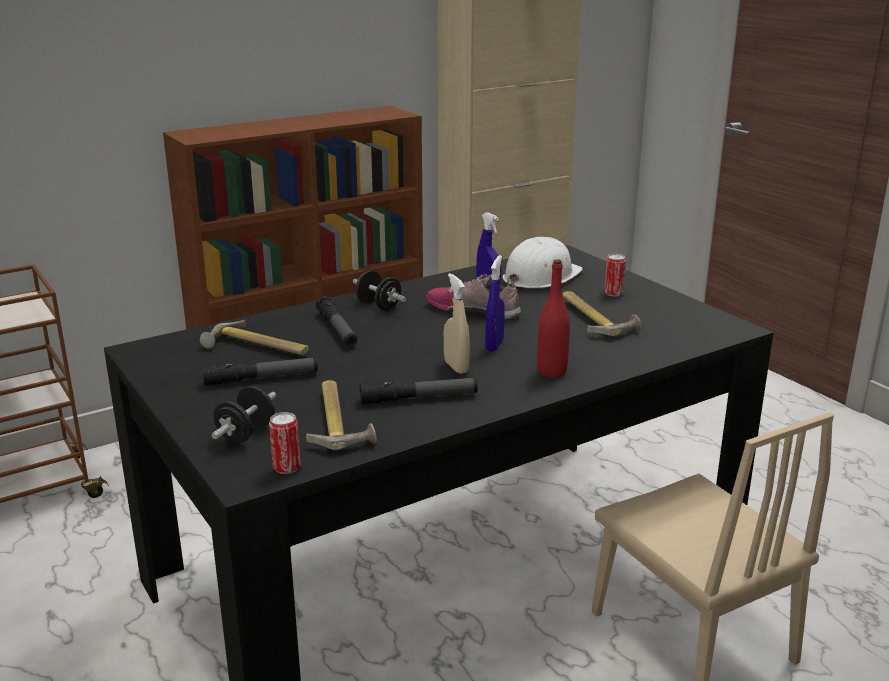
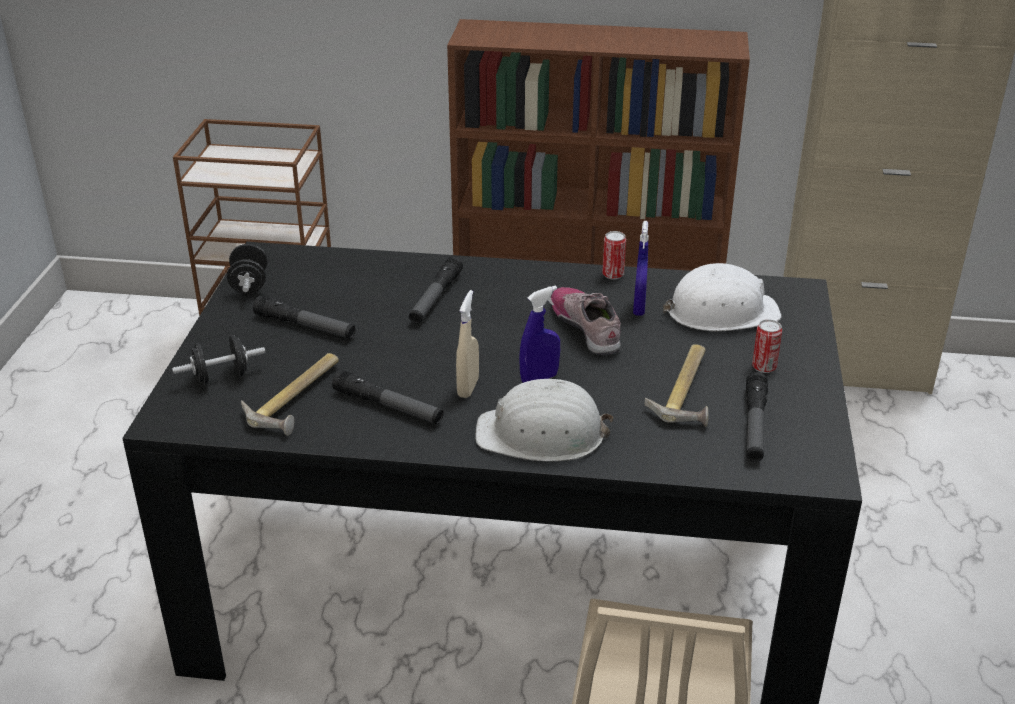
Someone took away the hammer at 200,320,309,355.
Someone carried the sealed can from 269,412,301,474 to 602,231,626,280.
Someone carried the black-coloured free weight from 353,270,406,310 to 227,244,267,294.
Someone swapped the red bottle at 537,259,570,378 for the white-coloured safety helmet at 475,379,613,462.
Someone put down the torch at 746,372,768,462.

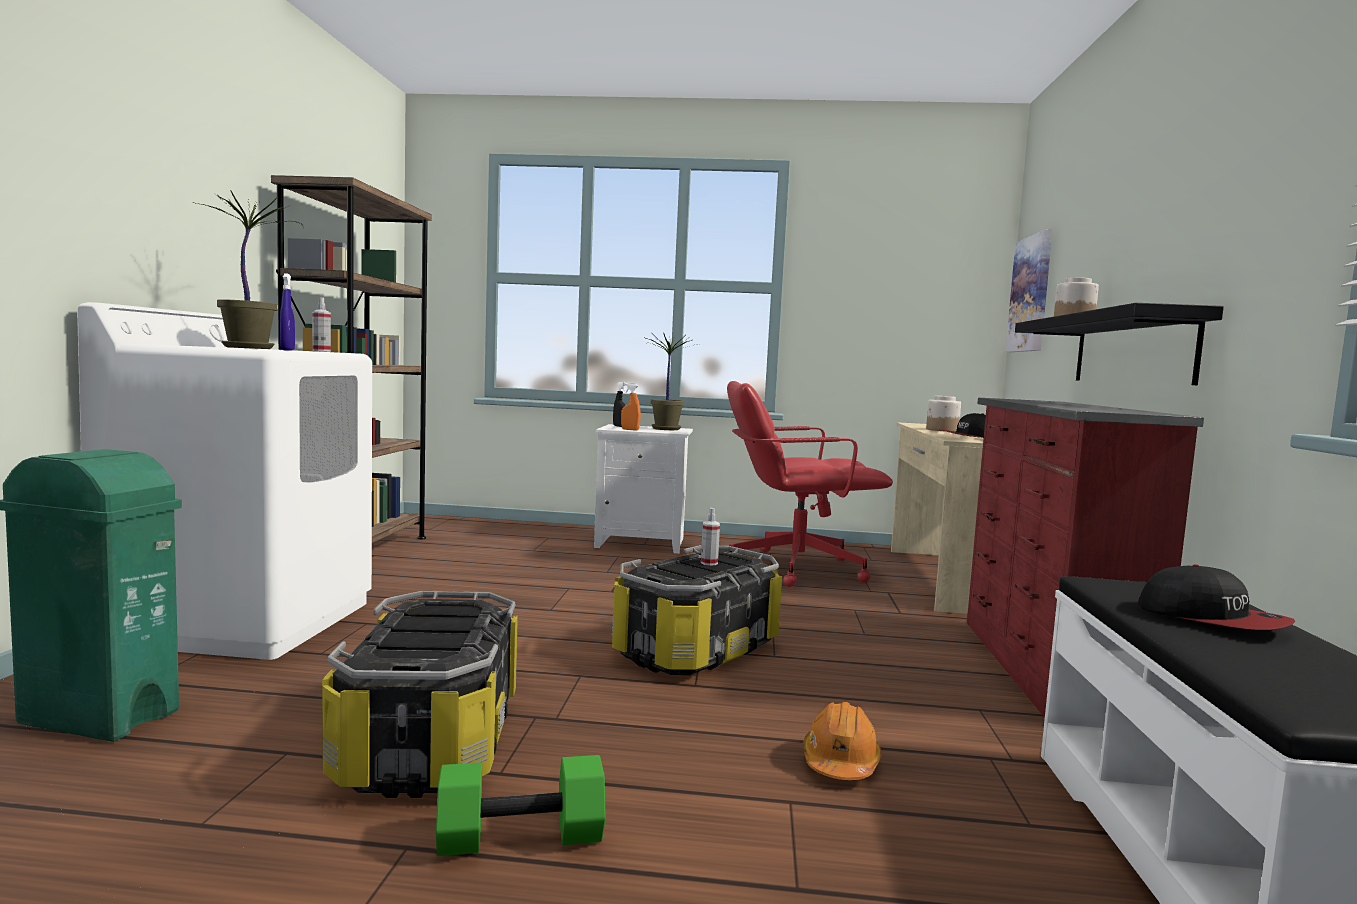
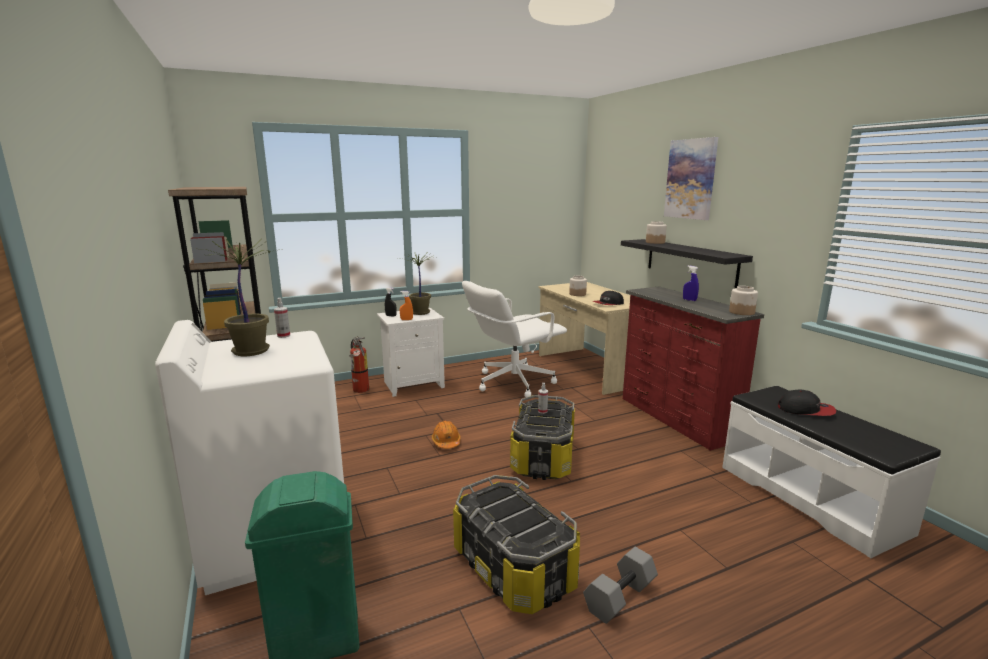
Someone carried the blue-coloured sprayer from 280,273,295,351 to 683,266,699,301.
Someone repainted the green-coloured free weight at 436,755,606,856, which became the gray free weight at 583,547,658,624.
Someone repainted the red desk chair at 727,381,893,587, which became the white-coloured desk chair at 462,281,567,397.
Someone carried the orange-coloured safety helmet from 803,702,881,780 to 432,421,461,449.
Someone carried the picture from 1005,229,1053,352 to 664,137,718,220.
Someone put down the fire-fighting cylinder at 349,337,369,393.
Someone put down the preserve jar at 729,286,758,315.

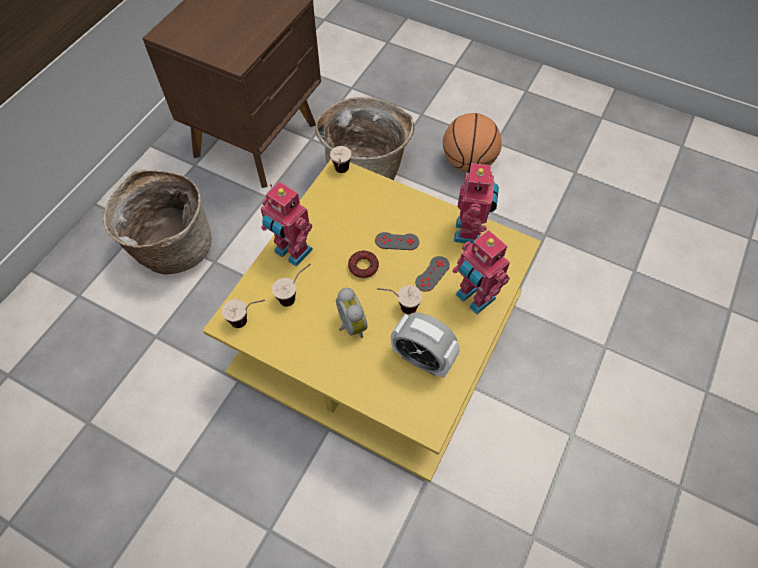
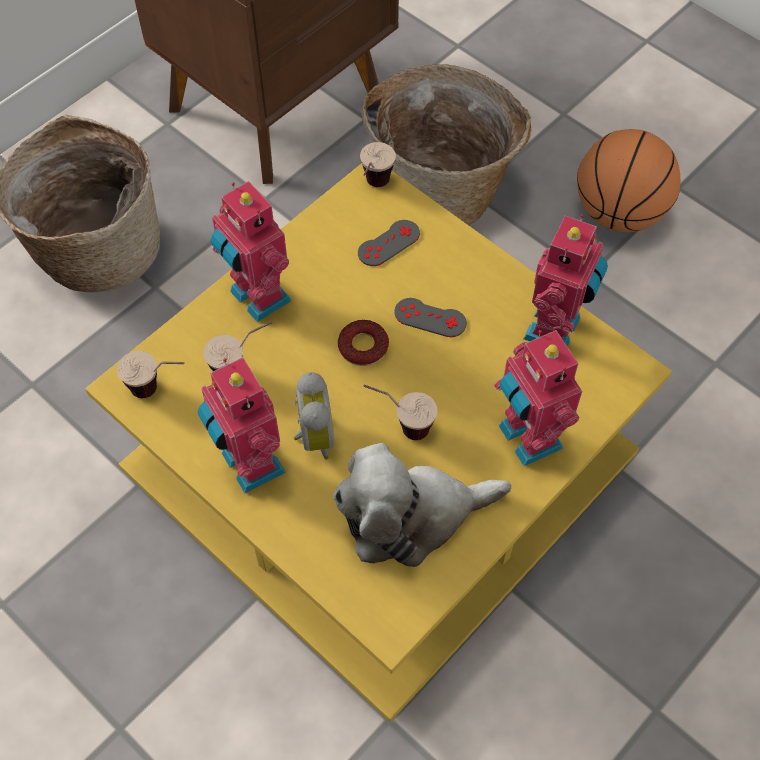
Someone swapped the table clock at 391,312,460,378 for the soft toy at 333,443,511,567.
Someone carried the gray gamepad from 415,256,450,292 to 358,220,420,266.
Someone put down the model robot at 198,357,286,493.

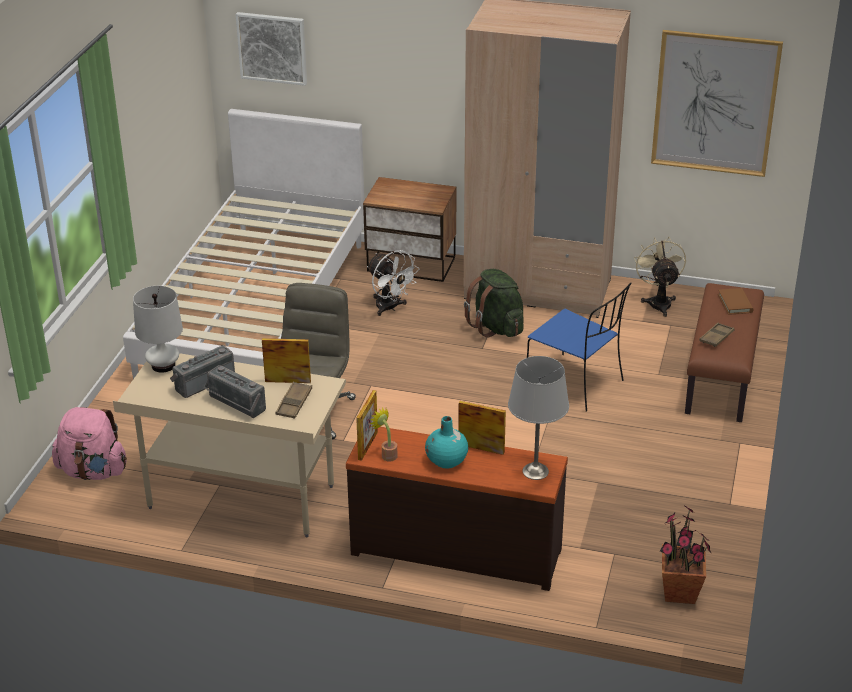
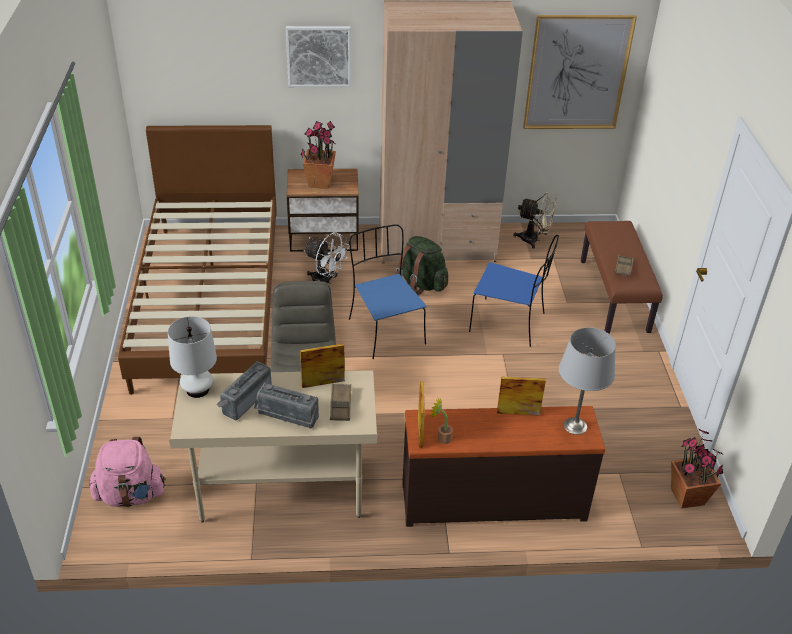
Someone repainted the white-coloured bedroom bed at 123,109,364,379, which became the brown bedroom bed at 118,125,277,395.
Someone carried the picture from 236,12,307,86 to 286,26,351,87.
Someone took away the turquoise decorative vase at 425,416,468,469.
Someone rotated the beige electric fan at 634,237,686,317 by 135 degrees clockwise.
Someone took away the brown book at 718,288,753,315.
Someone put down the potted plant at 301,121,337,189.
Someone put down the blue-coloured chair at 349,224,427,359.

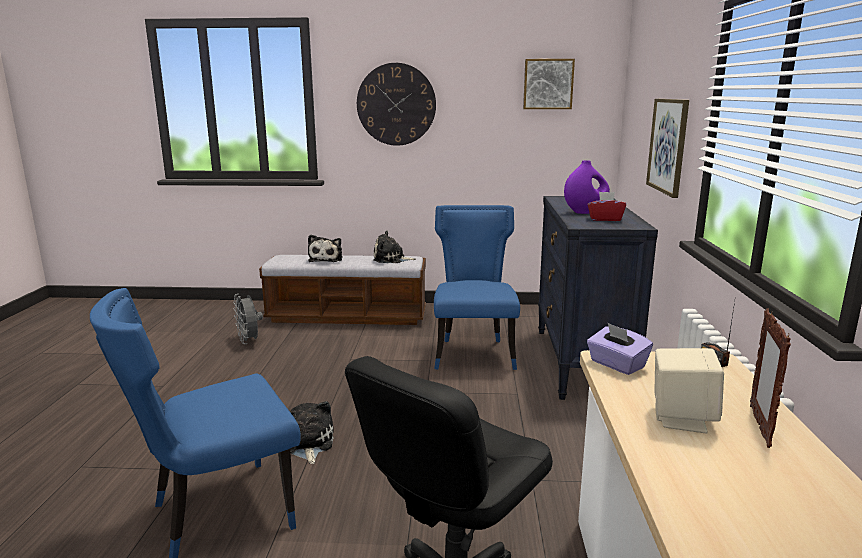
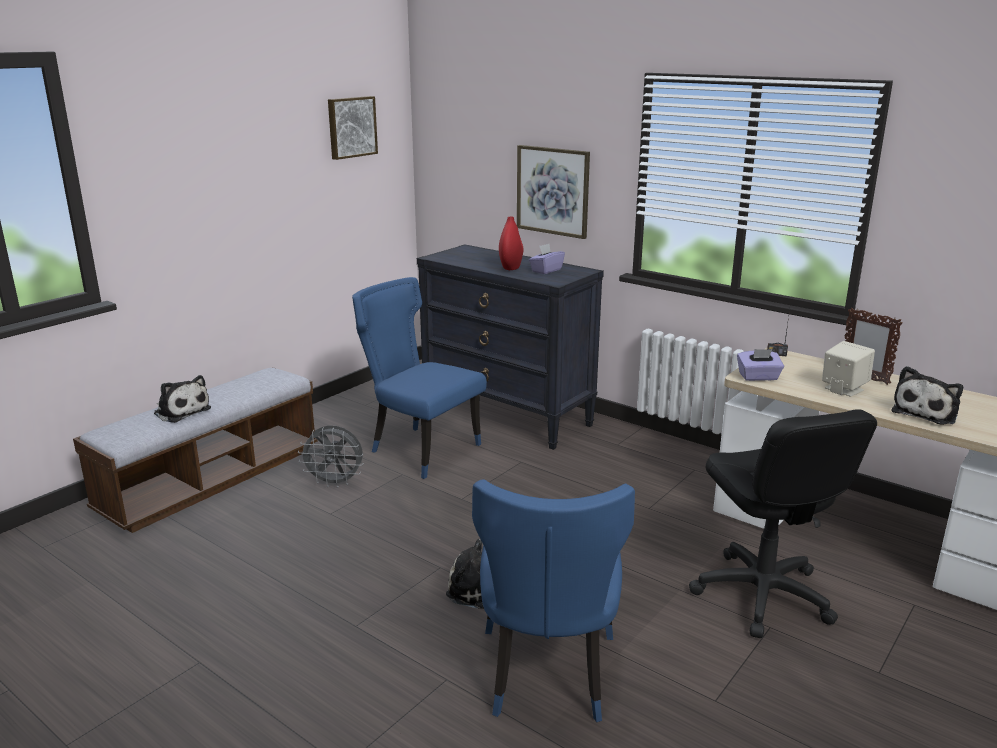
Someone carried the gray electric fan from 233,294,263,344 to 298,426,364,488.
Someone took away the wall clock at 357,63,436,146.
Someone carried the soft toy from 373,230,416,263 to 892,366,963,425.
Someone repainted the purplish decorative vase at 564,160,610,214, which became the red decorative vase at 499,217,524,270.
Someone repainted the red tissue box at 587,192,626,221, which became the purplish tissue box at 529,244,565,274.

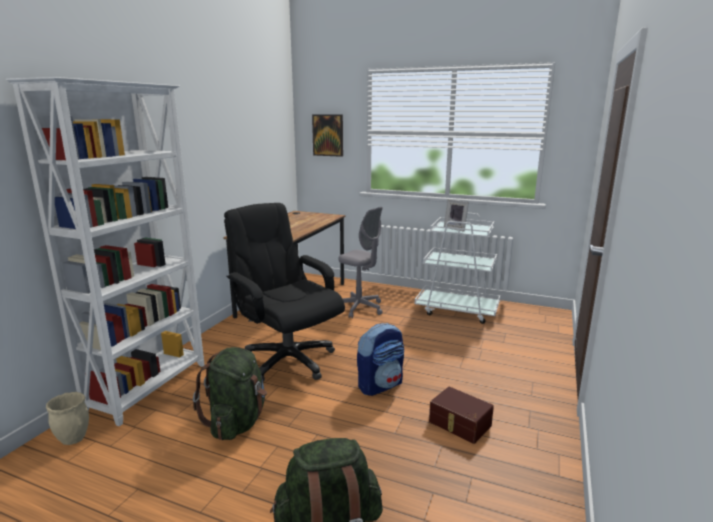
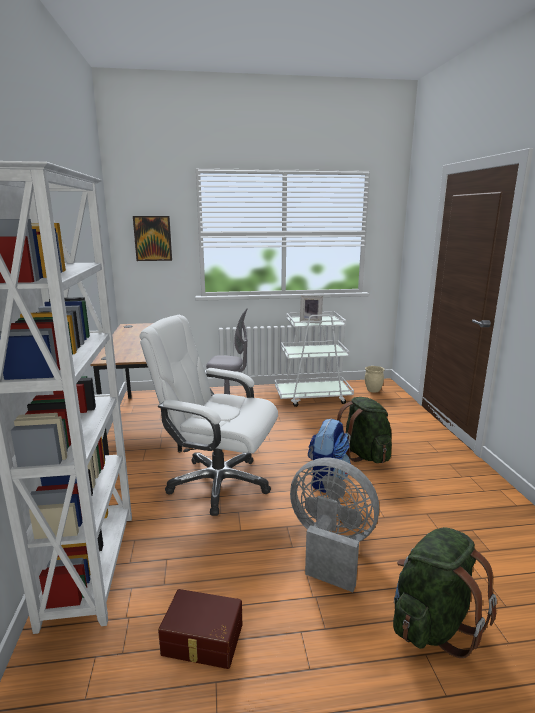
Someone carried the beige flower pot from 46,392,89,445 to 365,366,384,393.
Someone carried the green-coloured backpack from 193,347,267,440 to 337,397,392,463.
Someone repainted the black-coloured desk chair at 224,203,345,382, which became the white-coloured desk chair at 139,315,278,516.
Someone carried the brown storage bin from 429,387,494,444 to 158,589,242,669.
Someone put down the gray electric fan at 290,458,379,592.

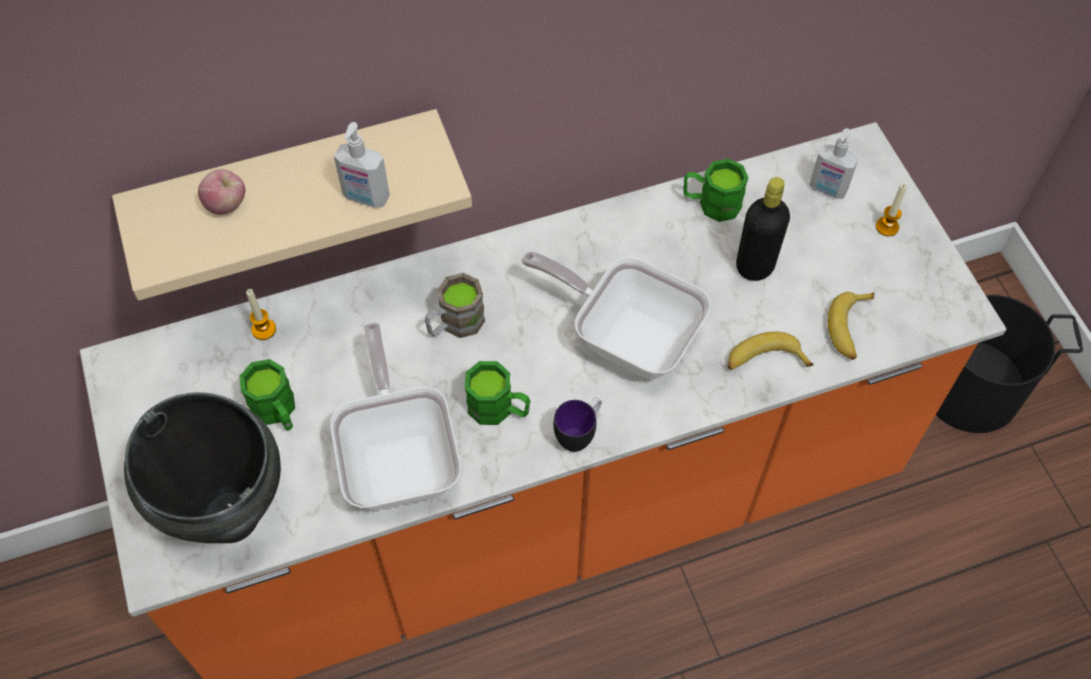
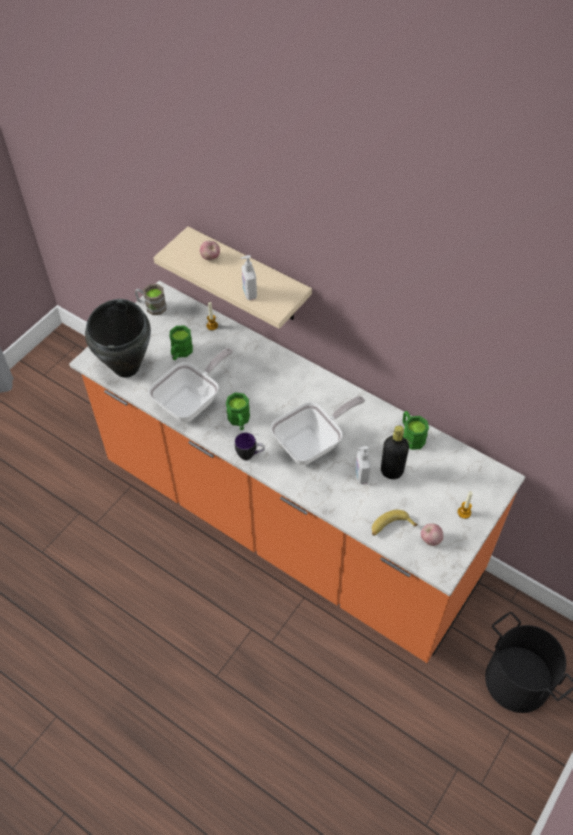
Someone carried the brown tea mug from 425,273,485,338 to 135,284,167,315.
Someone rotated the frying pan at 521,252,711,379 by 60 degrees clockwise.
Someone took away the whole banana at 727,331,814,370.
Someone carried the soap dispenser from 809,128,858,199 to 355,446,371,484.
Someone put down the apple fruit at 421,523,443,546.

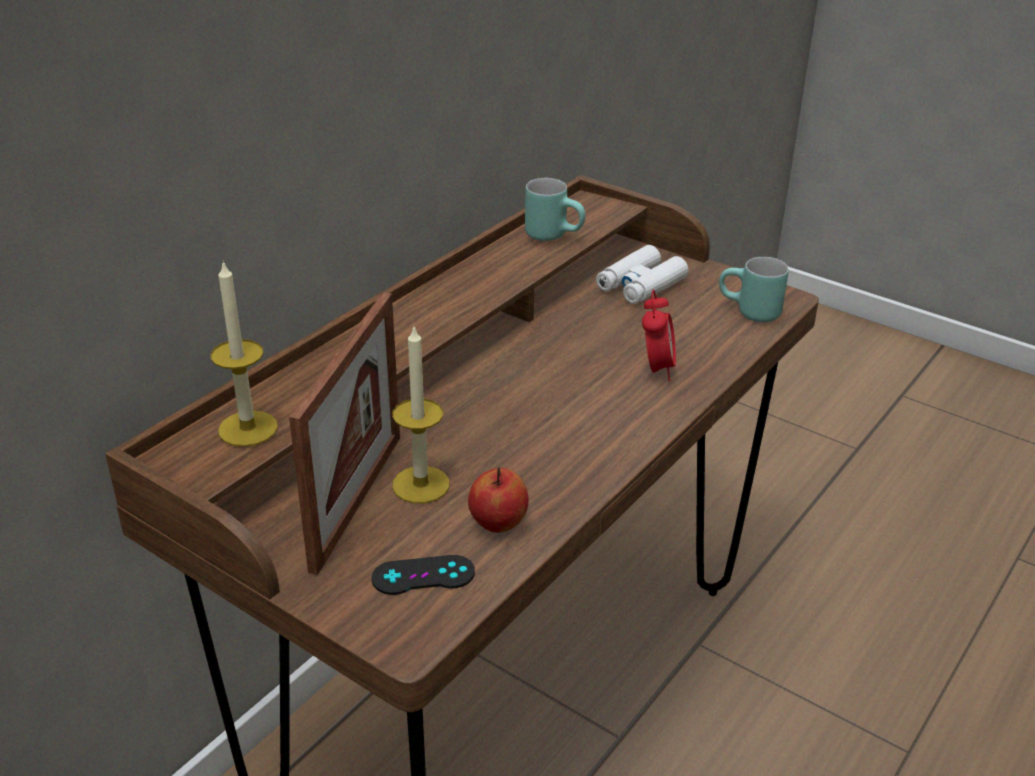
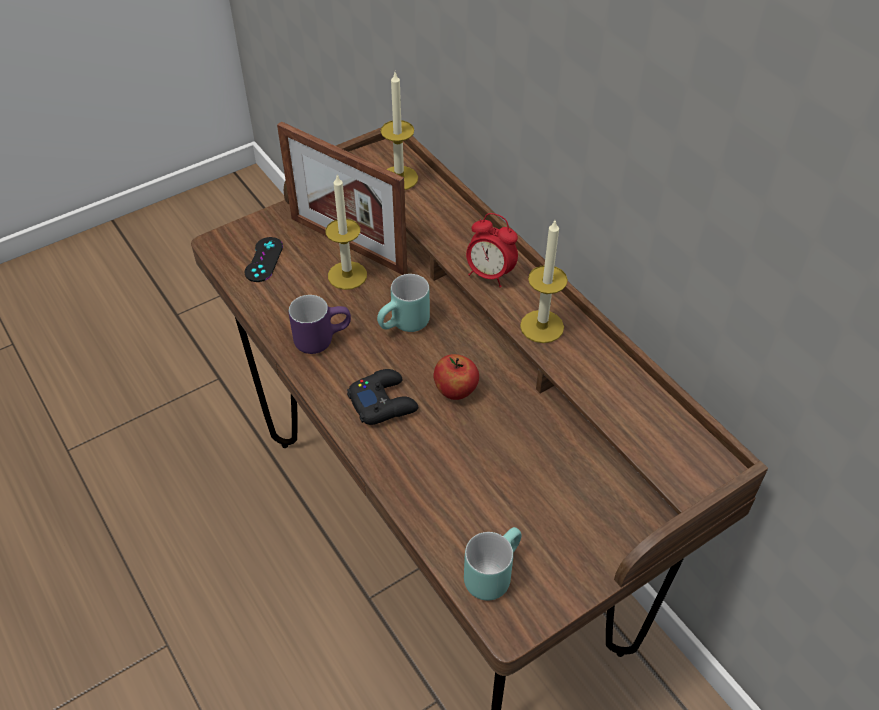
Someone carried the apple fruit from 468,467,529,533 to 433,354,479,400.
Someone carried the turquoise tea mug from 525,178,585,241 to 377,274,430,332.
Someone took away the white-coloured binoculars at 596,245,689,304.
Someone carried the table clock from 642,289,676,381 to 466,213,518,287.
Someone put down the purplish tea mug at 289,295,351,354.
Someone put down the black-coloured gamepad at 347,369,418,425.
Someone put down the candle at 520,220,568,343.

